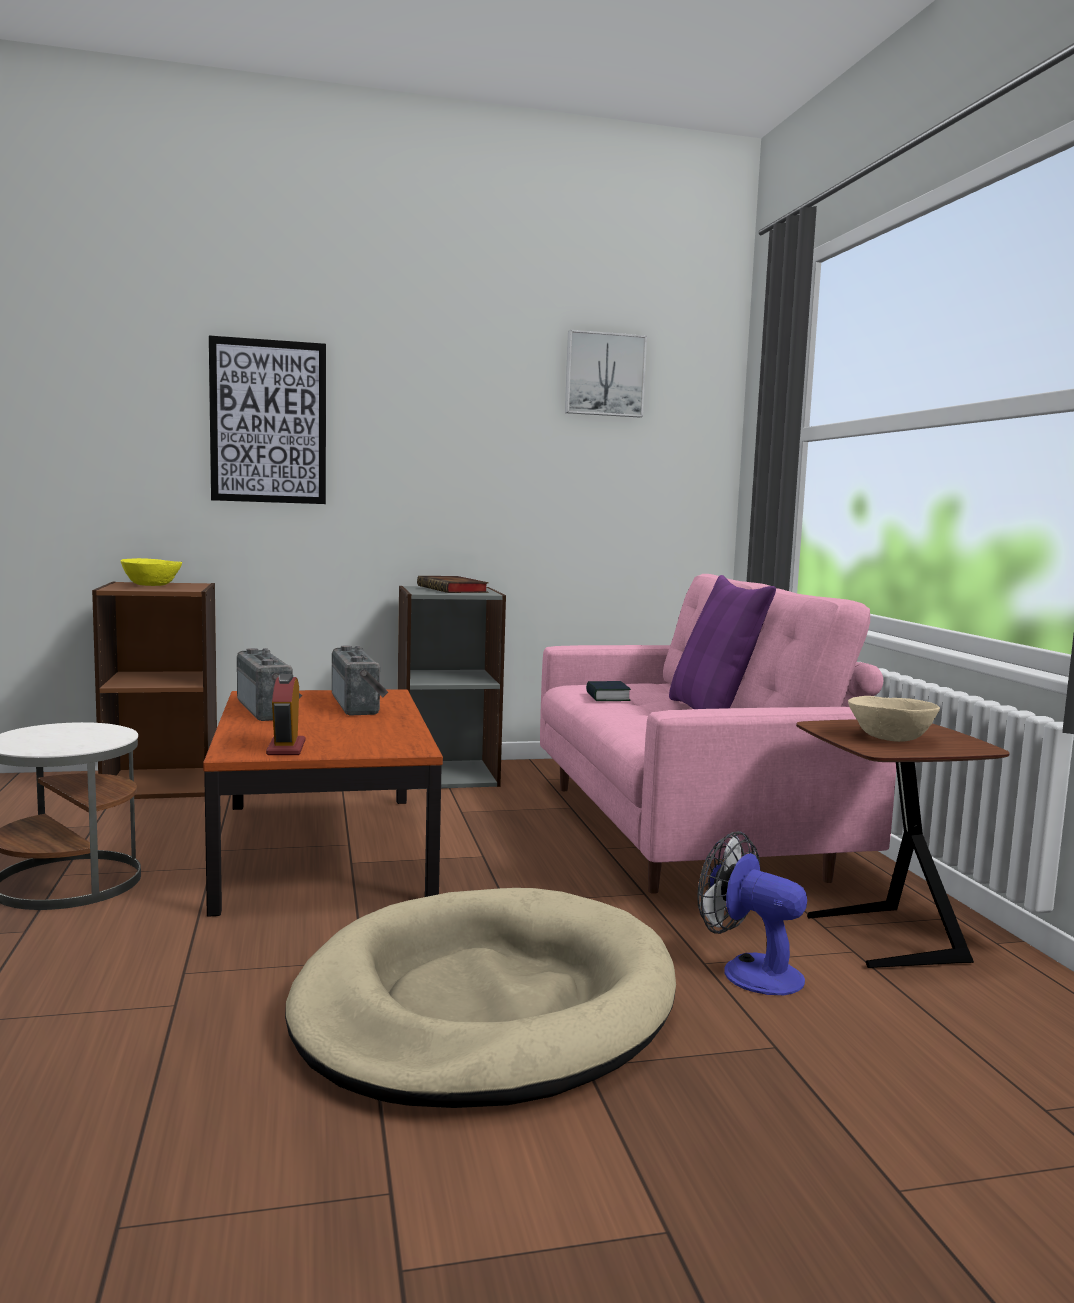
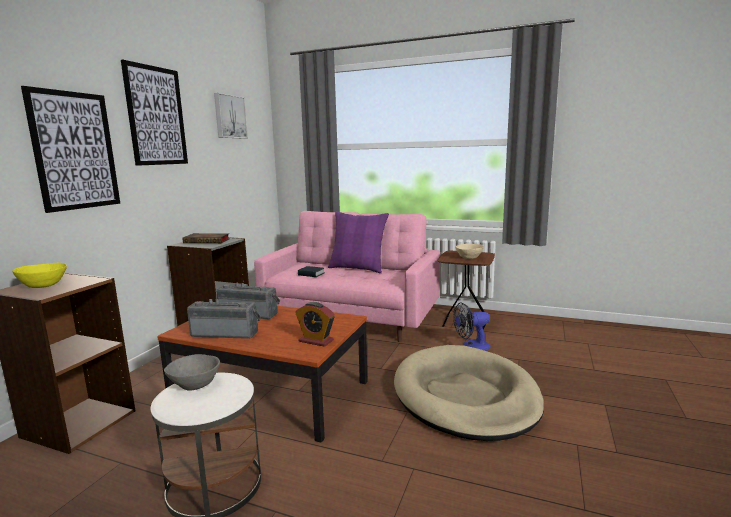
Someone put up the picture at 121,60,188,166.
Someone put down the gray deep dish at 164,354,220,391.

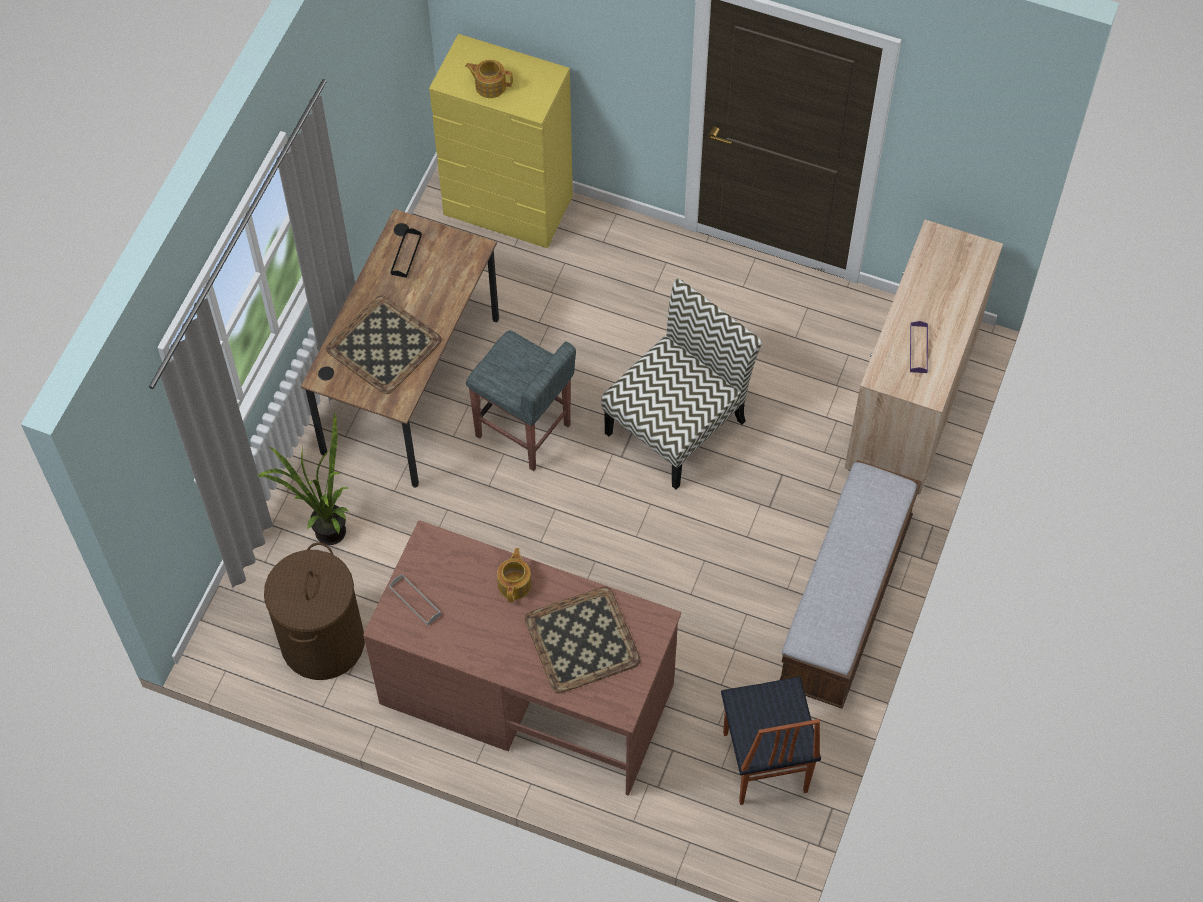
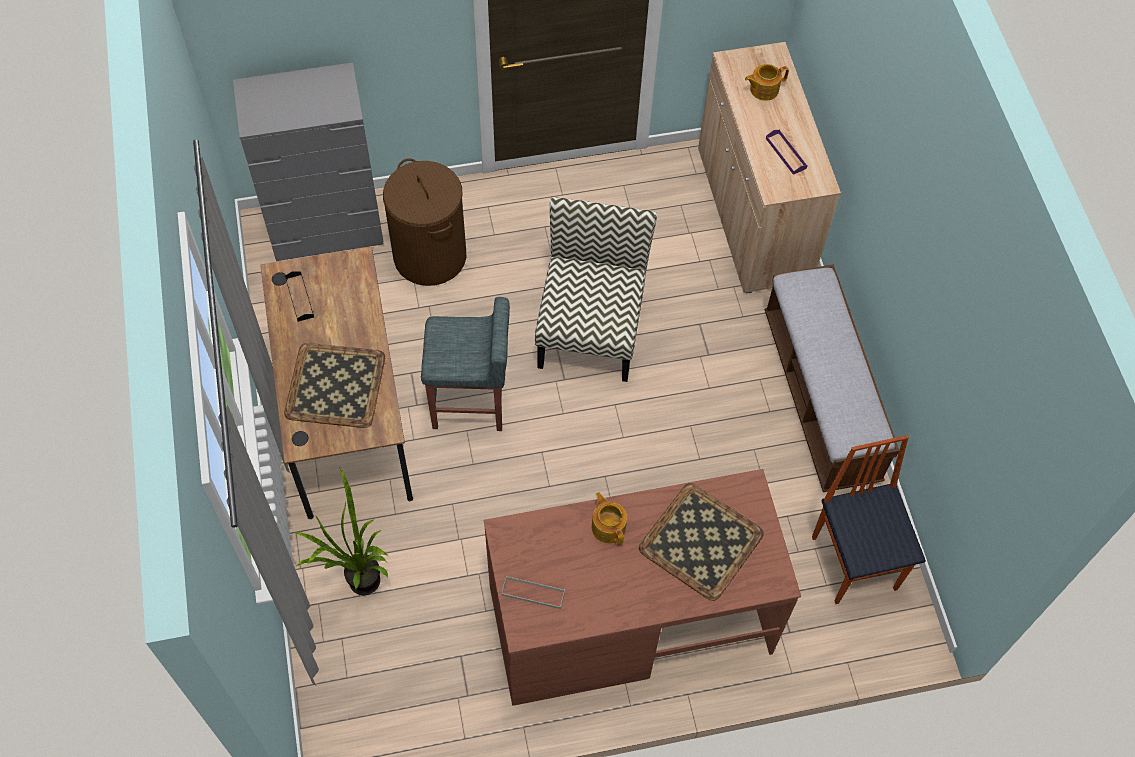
Someone carried the brown hamper from 264,543,365,680 to 383,158,466,286.
Someone repainted the yellowish chest of drawers at 429,34,573,248, which became the gray chest of drawers at 233,62,384,261.
Someone carried the teapot from 465,60,513,98 to 745,64,789,101.
Someone rotated the chair at 721,676,821,805 by 150 degrees counterclockwise.

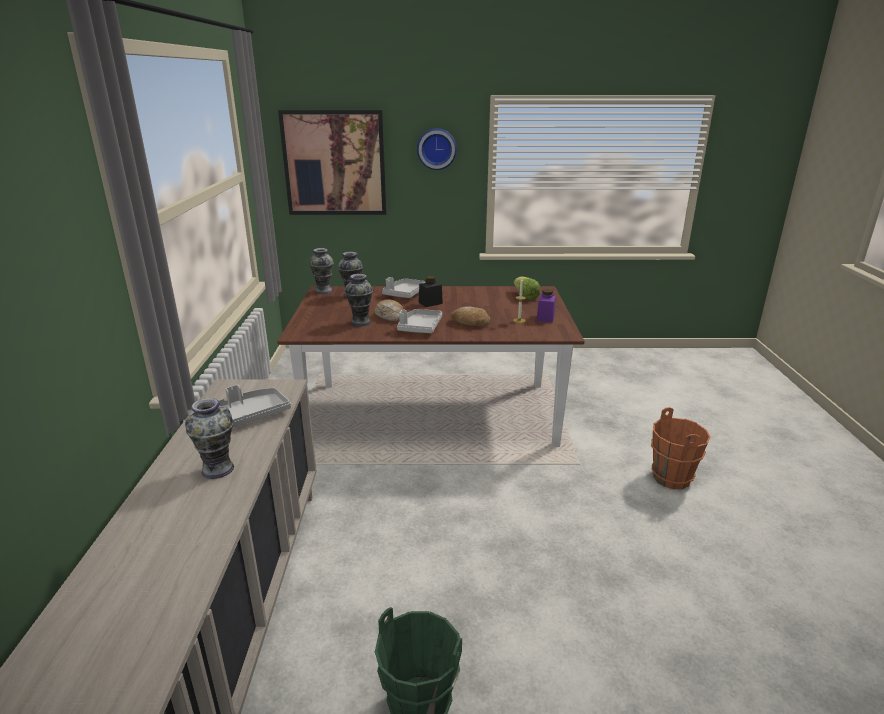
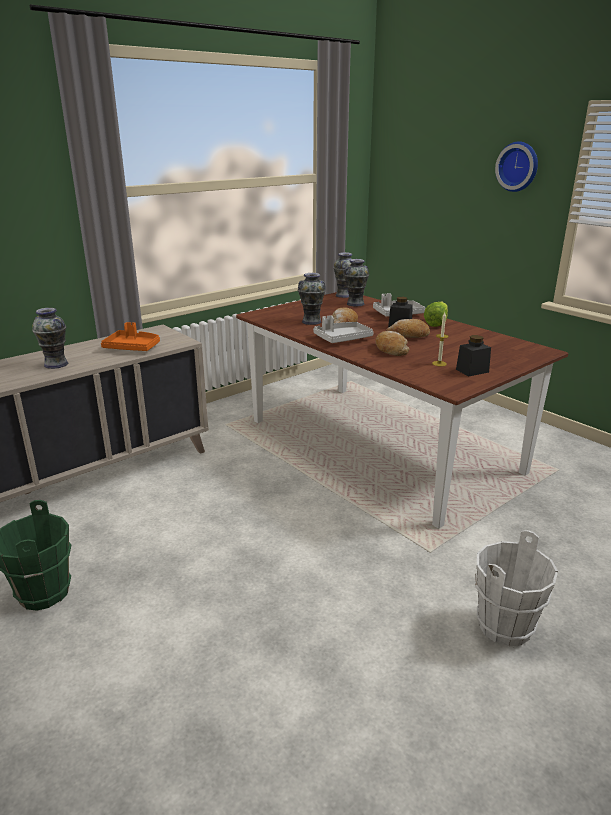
Someone repainted the gray tray at 219,385,291,427, which became the orange-coloured tray at 101,322,160,351.
Someone took away the picture at 278,110,387,215.
Someone carried the lettuce head from 514,276,540,300 to 424,301,448,327.
Someone repainted the purplish preserve jar at 536,289,556,322, which became the black-coloured preserve jar at 456,335,491,376.
Someone repainted the orange-coloured water bucket at 651,407,710,489, which became the white-coloured water bucket at 475,530,558,646.
Someone put down the baked bread at 386,319,430,338.

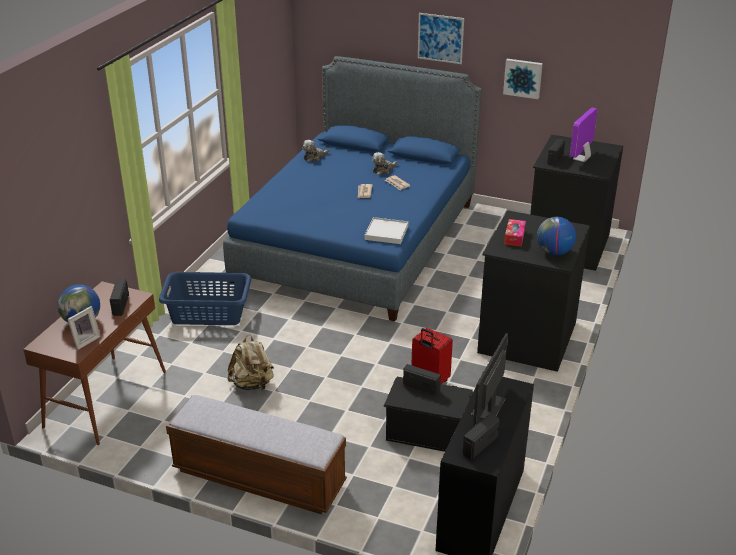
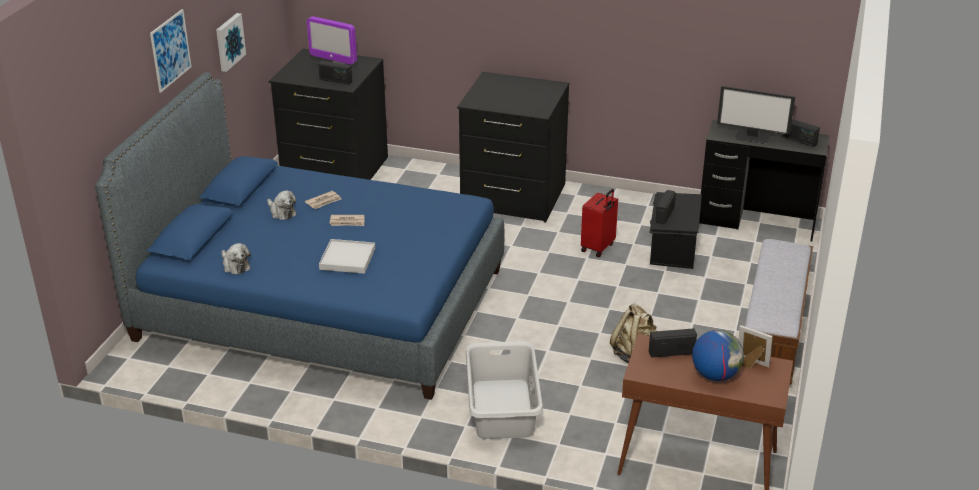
Someone repainted the blue-coloured hamper at 159,272,251,325, which became the gray hamper at 466,341,543,439.
Someone carried the white-coloured tray from 365,217,408,244 to 319,239,375,274.
Someone took away the tissue box at 504,219,526,247.
Someone took away the world globe at 537,217,576,255.

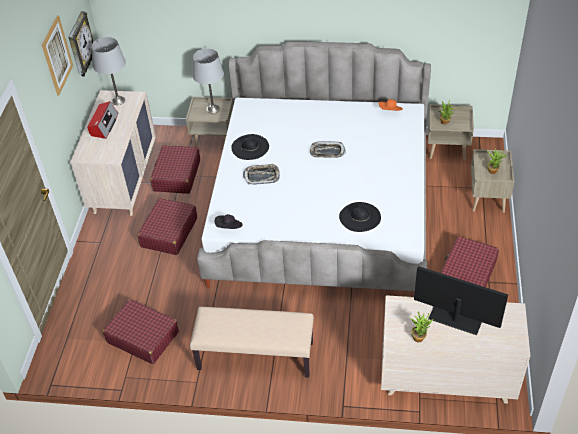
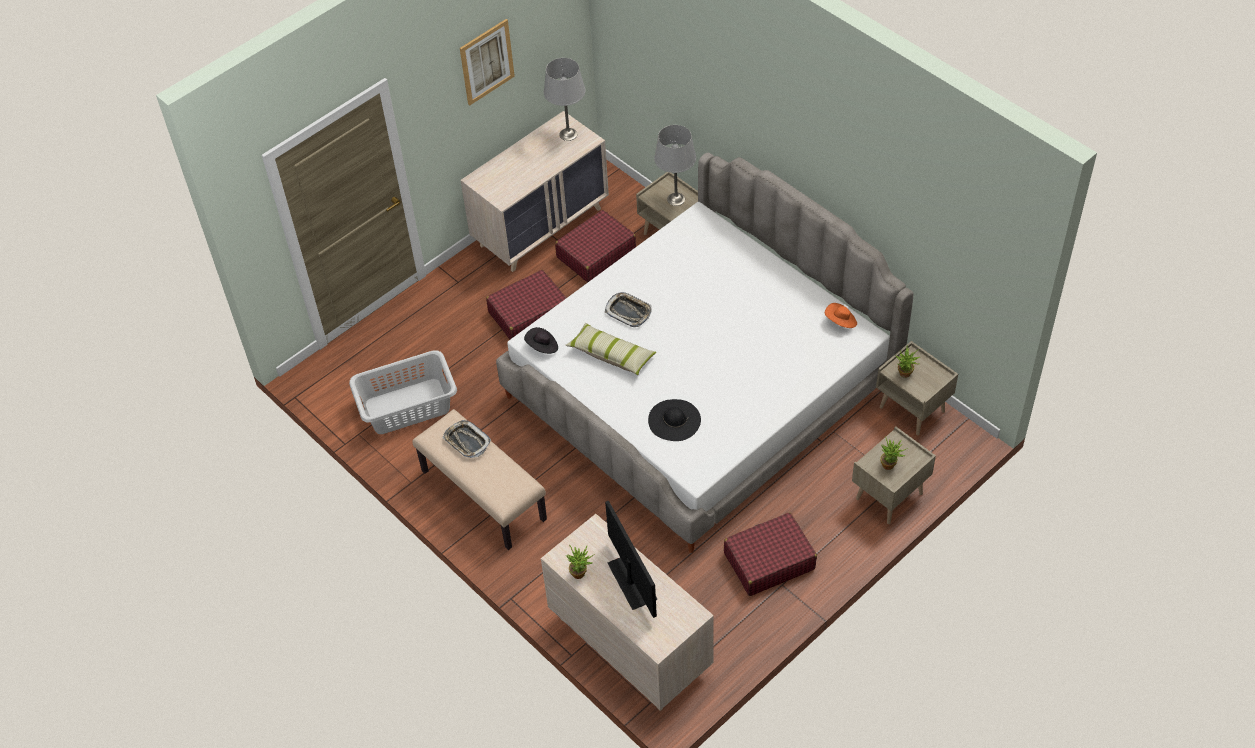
Someone took away the wall clock at 69,11,94,76.
Someone took away the radio receiver at 88,101,119,139.
Someone swapped the red travel case at 103,299,179,364 for the gray hamper at 349,350,457,434.
Someone took away the black-coloured hat at 231,134,269,160.
Someone carried the tray from 310,141,345,158 to 442,420,491,458.
Someone put down the pillow at 565,323,656,375.

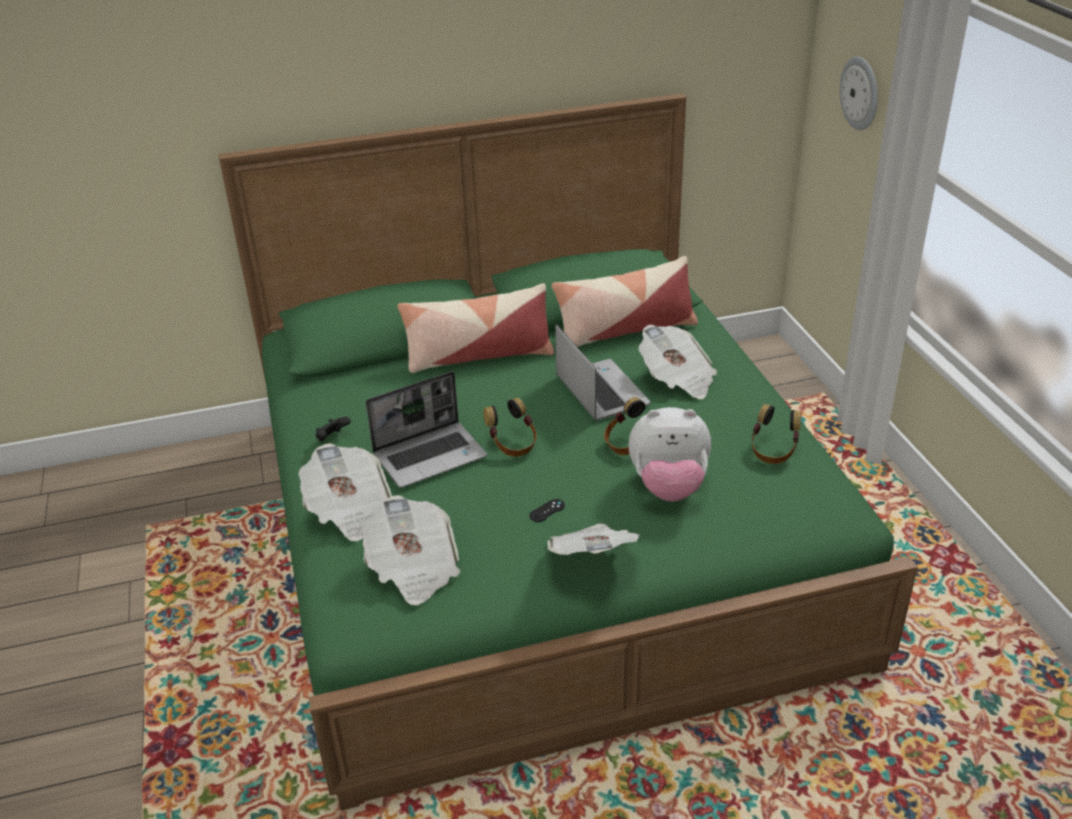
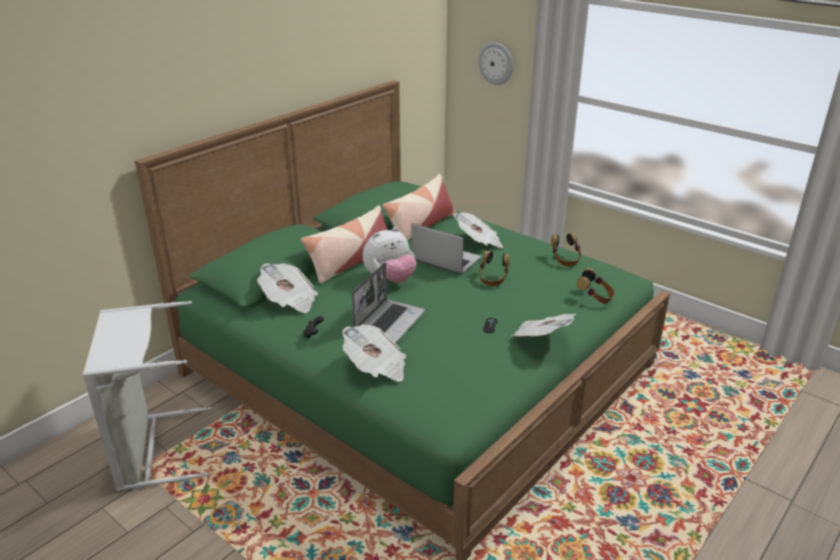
Someone carried the newspaper from 362,495,460,606 to 257,263,318,313.
Someone carried the headphones from 483,398,537,457 to 576,268,615,304.
Someone carried the soft toy from 628,407,711,502 to 363,227,417,283.
Someone put down the gray hamper at 83,301,212,491.

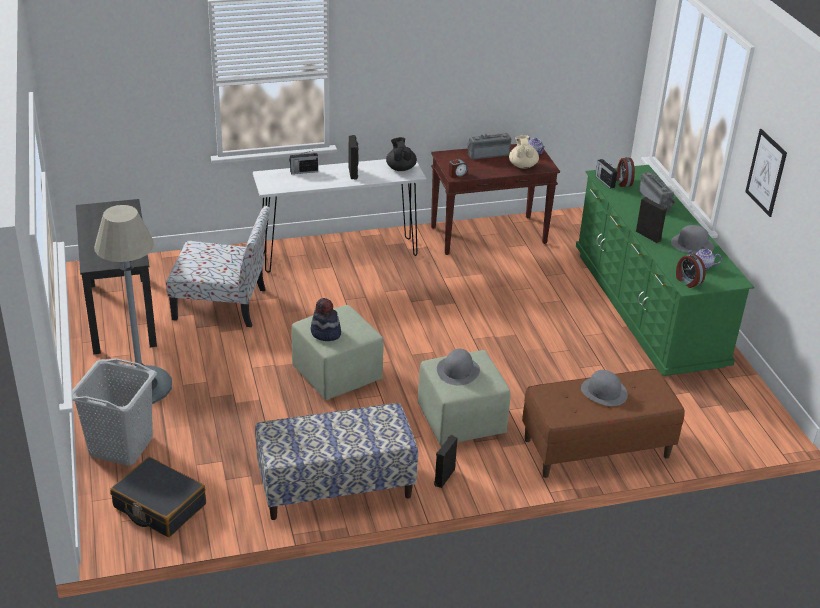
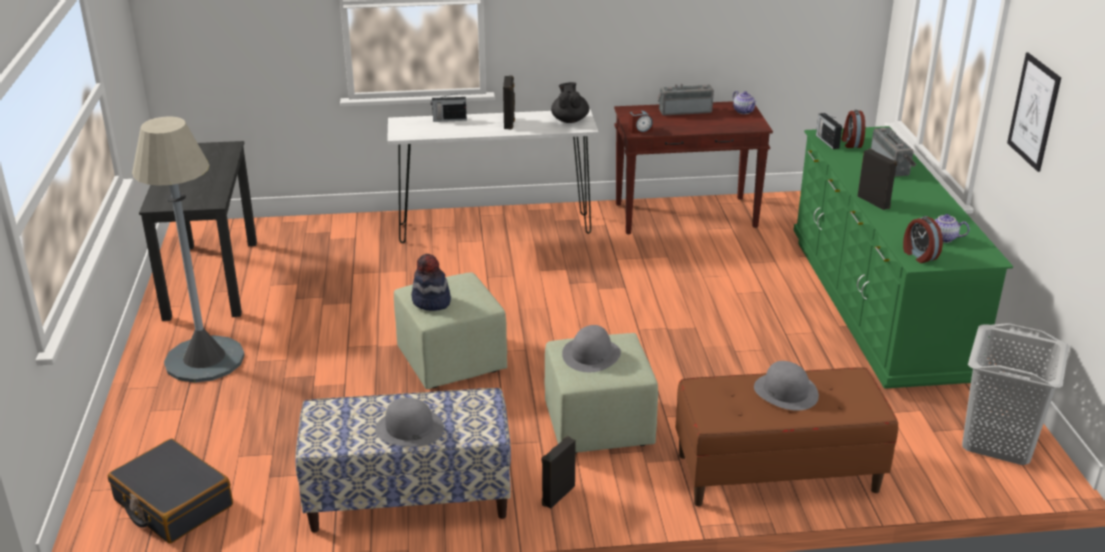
Someone carried the gray hamper from 72,358,157,466 to 962,323,1069,465.
Someone took away the chair at 166,206,270,327.
Someone took away the beige teapot at 509,135,539,168.
Someone carried the gray hat from 671,225,714,253 to 375,398,444,447.

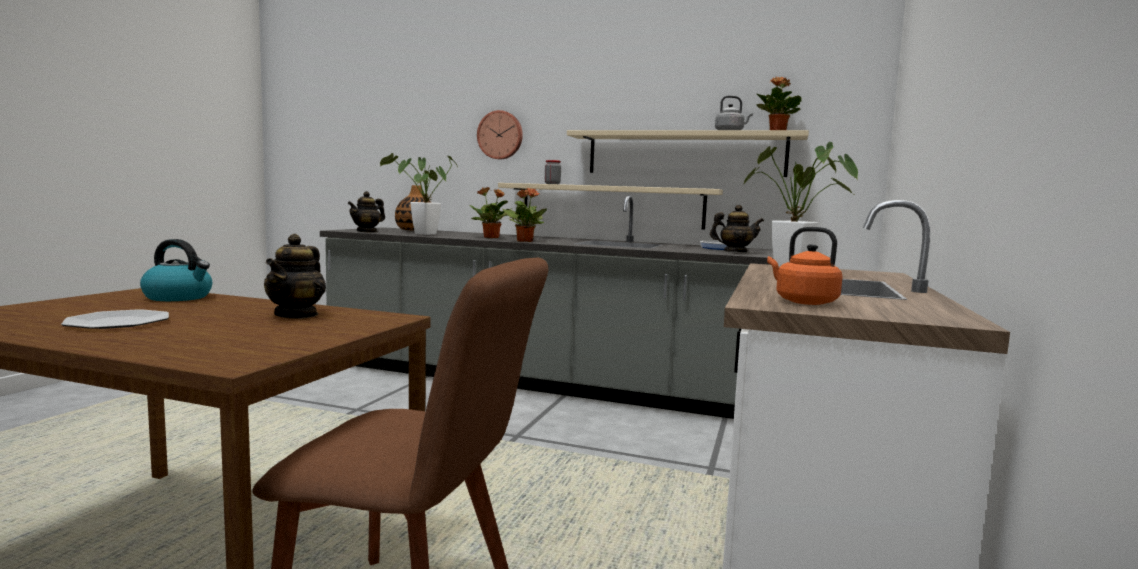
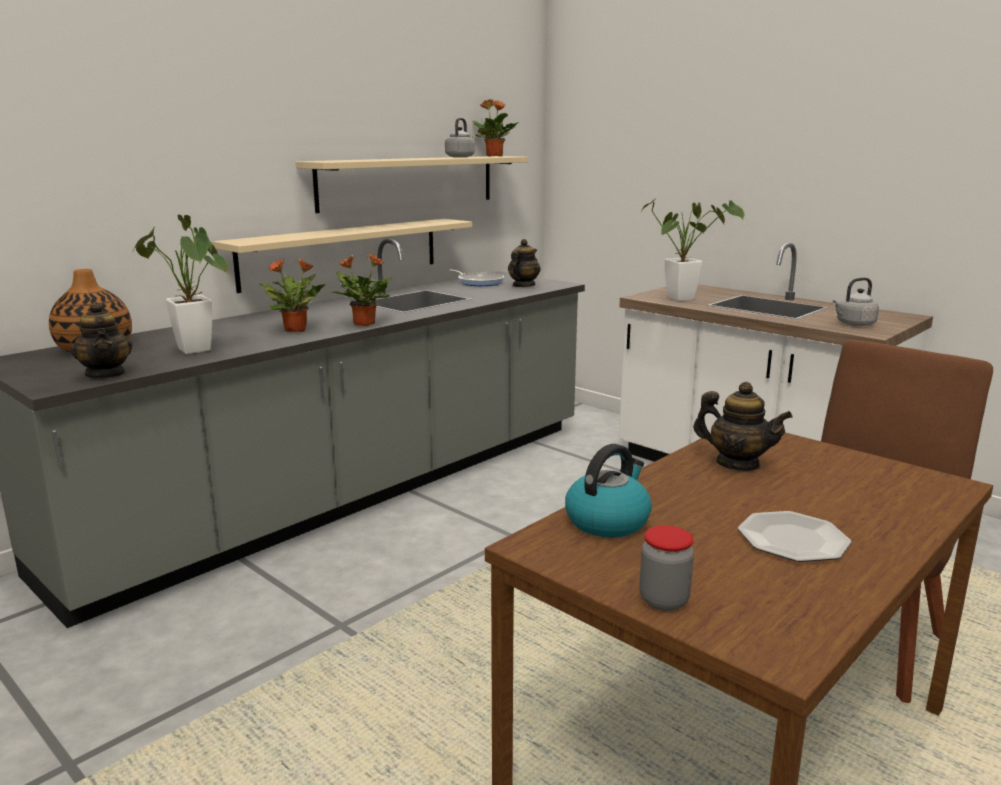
Someone took away the wall clock at 477,110,523,159.
Someone carried the preserve jar from 545,160,561,184 to 639,525,694,611.
Someone repainted the orange-coloured water kettle at 767,227,843,305, which became the gray water kettle at 832,278,879,326.

